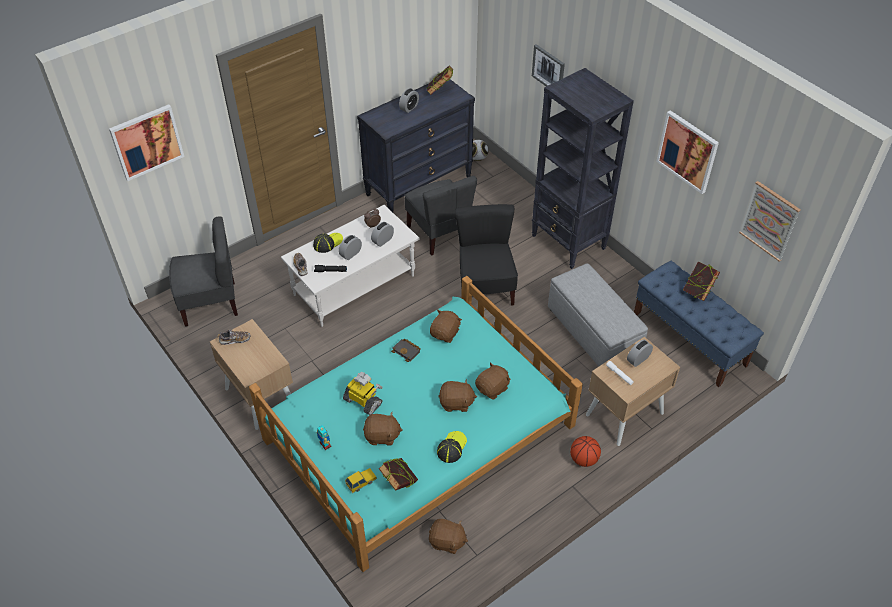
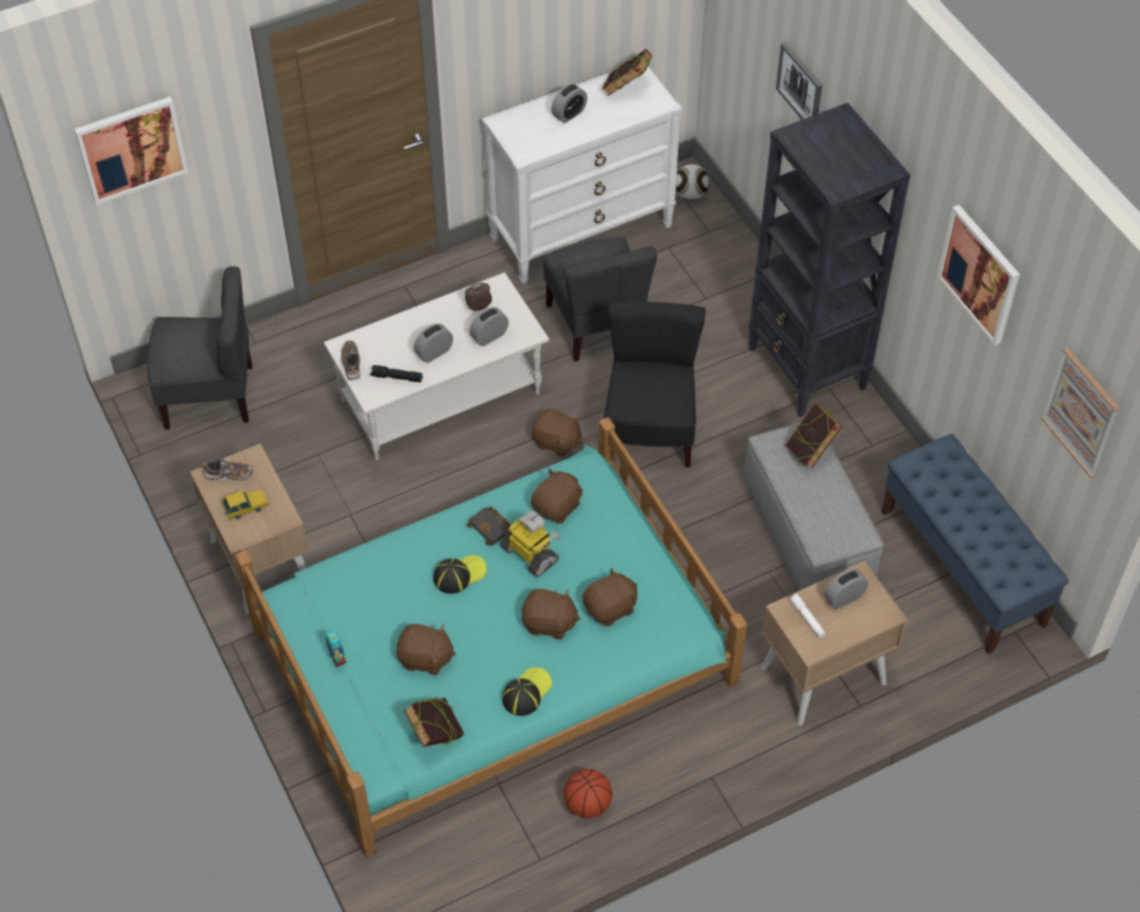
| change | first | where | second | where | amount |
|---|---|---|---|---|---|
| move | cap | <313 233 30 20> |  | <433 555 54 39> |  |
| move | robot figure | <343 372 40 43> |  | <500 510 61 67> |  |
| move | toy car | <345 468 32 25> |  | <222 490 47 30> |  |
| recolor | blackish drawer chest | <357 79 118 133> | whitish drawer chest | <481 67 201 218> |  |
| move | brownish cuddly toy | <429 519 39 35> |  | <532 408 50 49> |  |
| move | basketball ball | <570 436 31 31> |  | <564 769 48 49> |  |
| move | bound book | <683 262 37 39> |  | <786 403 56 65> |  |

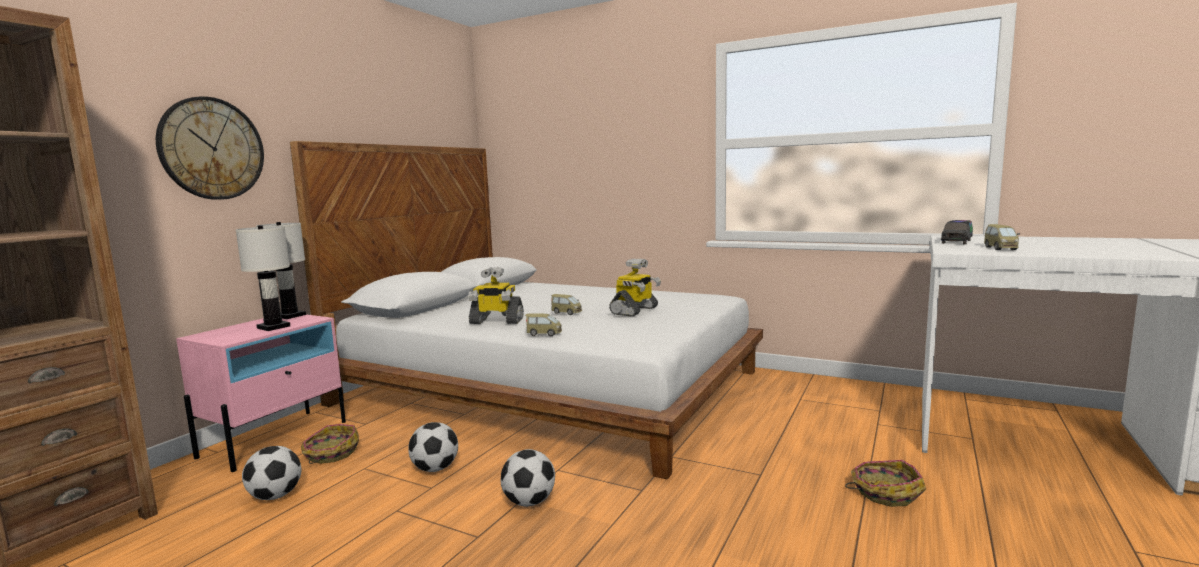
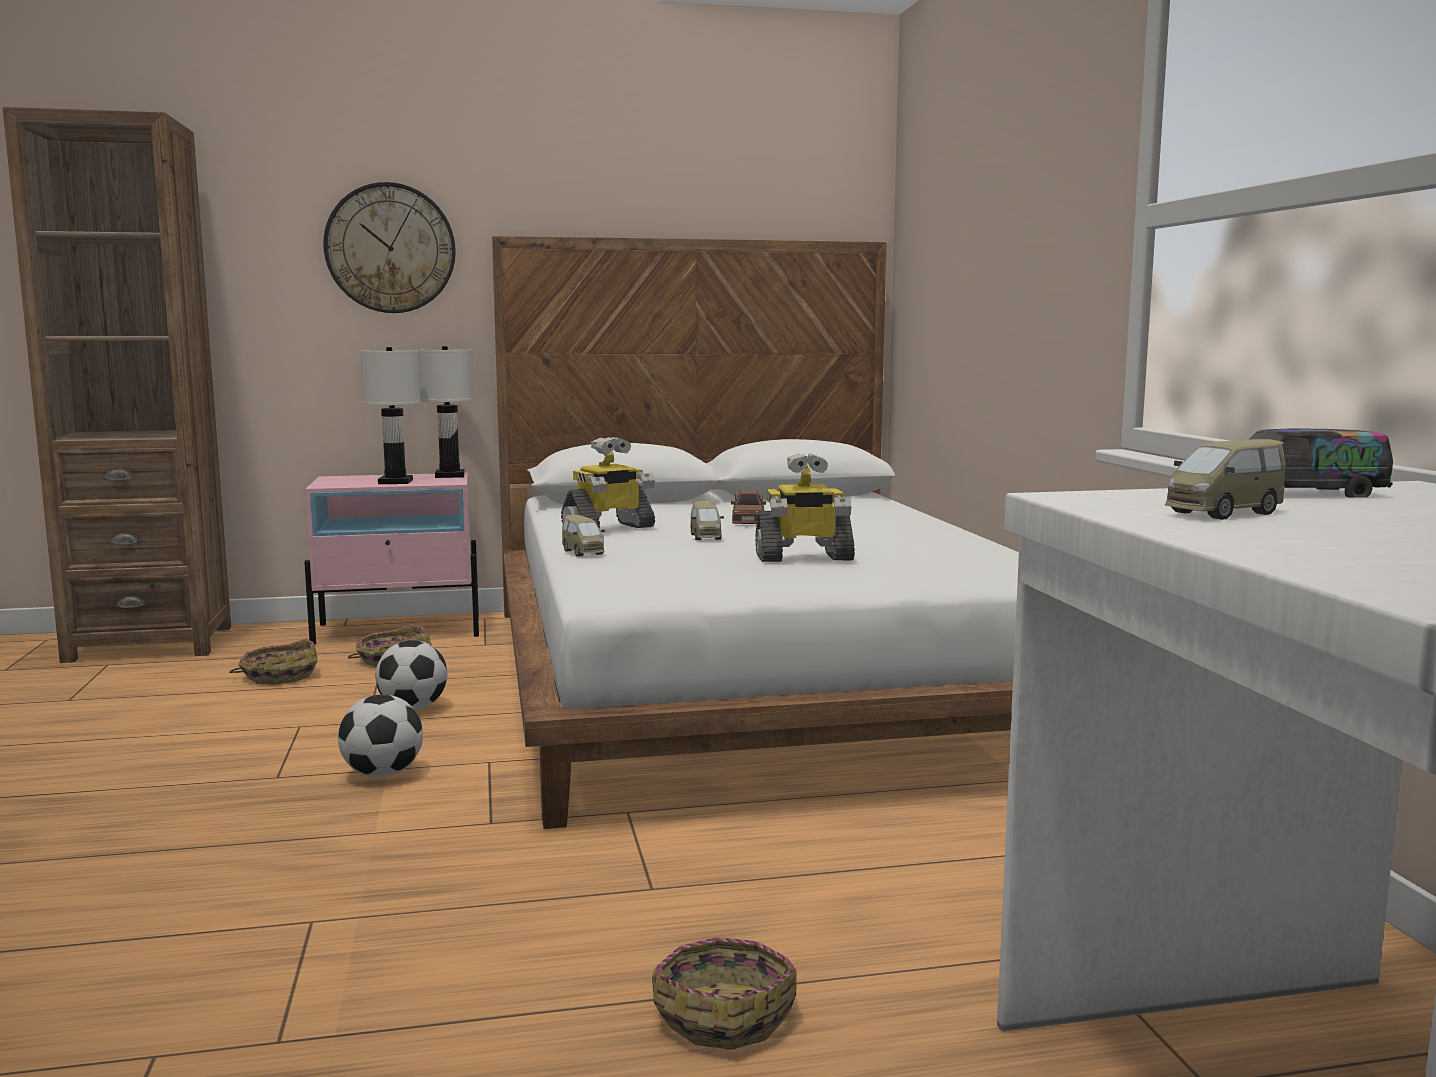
| change | first | where | second | where | amount |
|---|---|---|---|---|---|
| replace | football ball | <242 446 60 54> | storage basket | <229 639 88 46> |  |
| rotate | robot figure | <468 267 56 57> |  | <561 437 94 92> | 90 degrees counterclockwise |
| insert |  |  | brownish toy car | <731 491 35 33> |  |

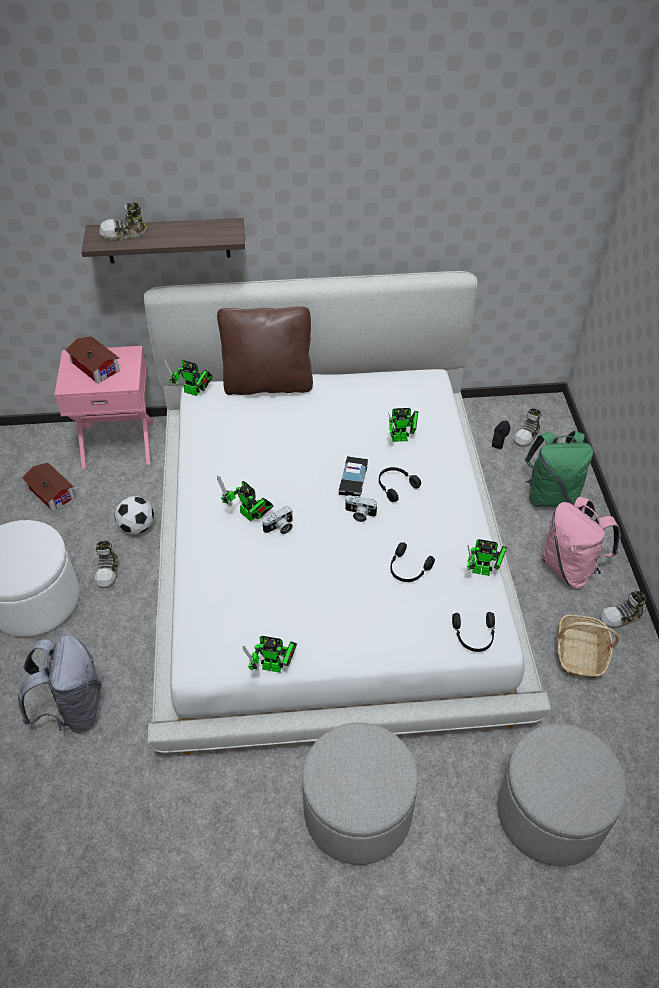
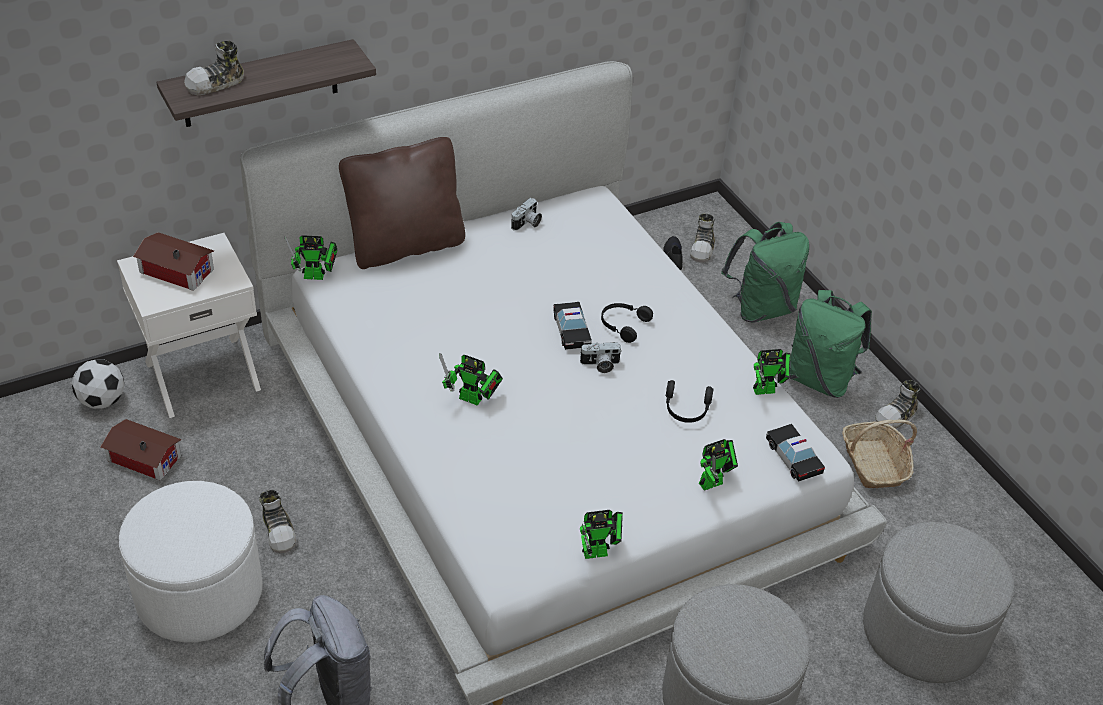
| change | first | where | second | where | amount |
|---|---|---|---|---|---|
| recolor | pink bedside table | <54 346 99 123> | whitish bedside table | <117 233 144 185> |  |
| move | football ball | <115 496 39 38> |  | <72 359 53 50> |  |
| move | photo camera | <262 506 31 28> |  | <511 198 31 33> |  |
| move | robot figure | <388 408 30 34> |  | <699 439 39 52> |  |
| replace | blackish headset | <452 612 43 40> | toy car | <766 424 59 58> |  |
| recolor | pink backpack | <542 497 78 91> | greenish backpack | <790 290 82 108> |  |

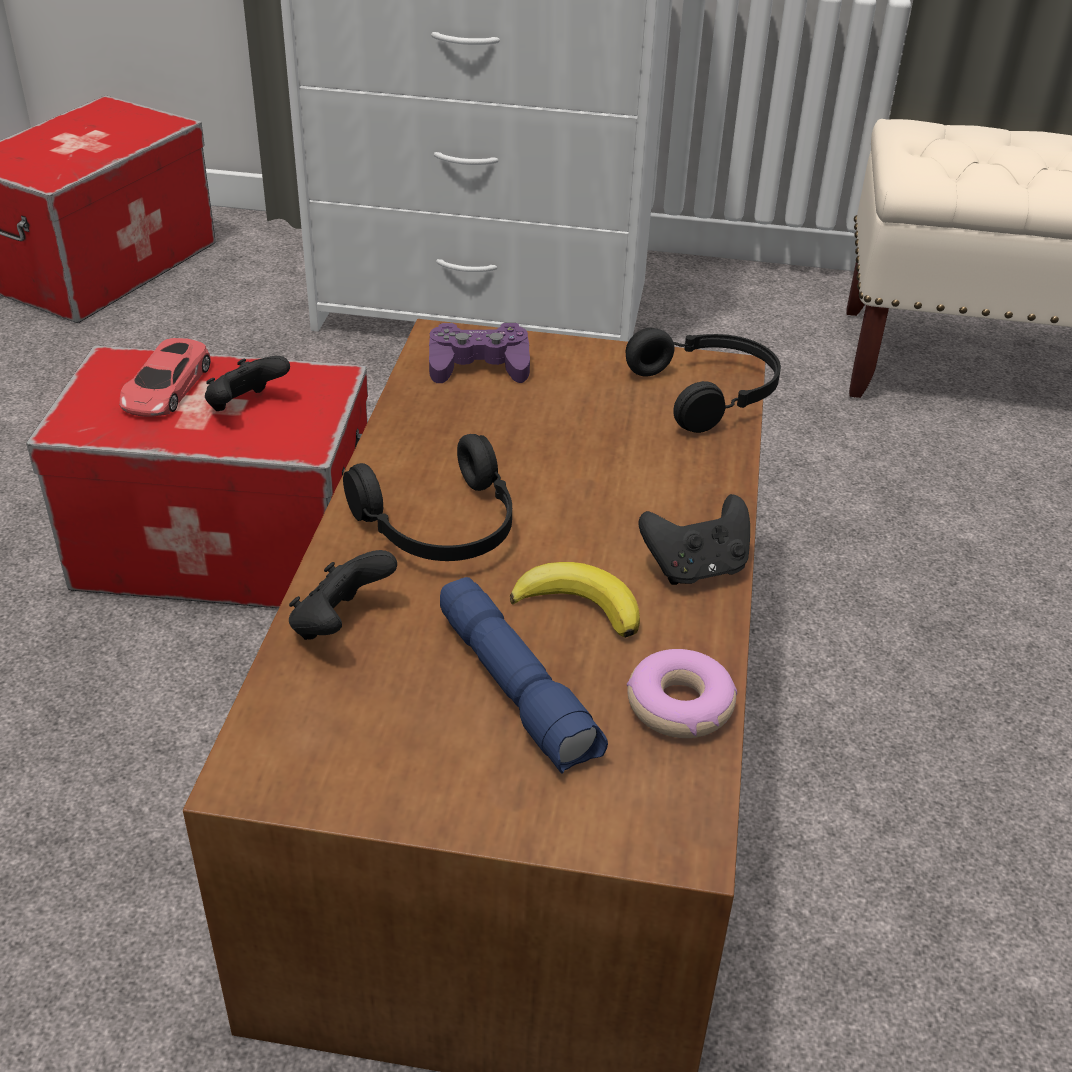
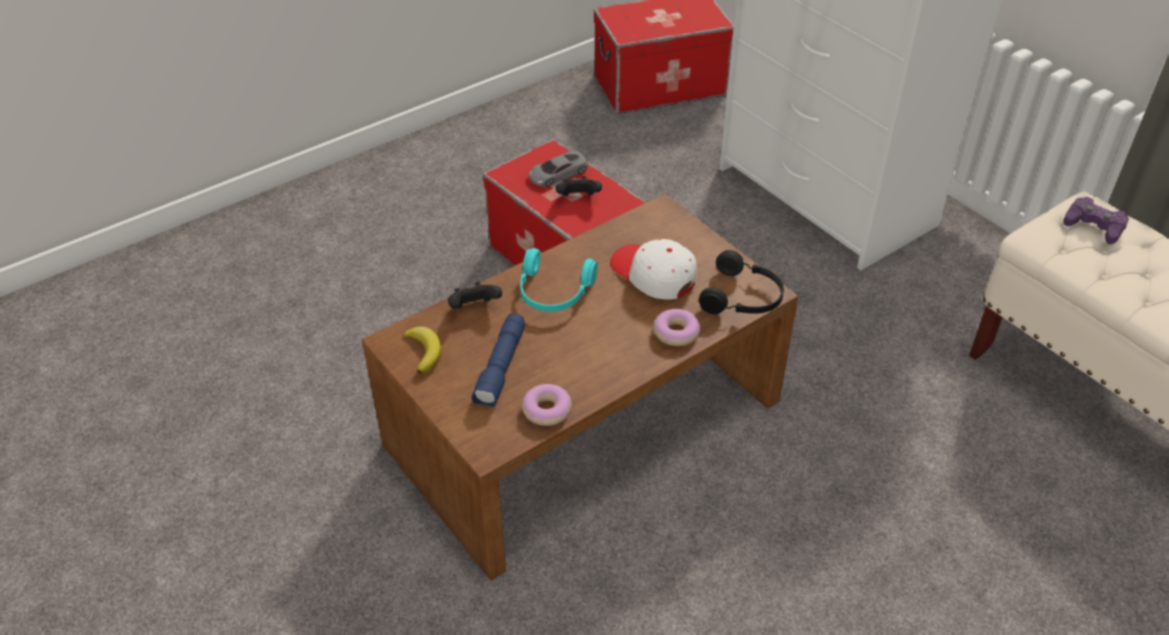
| change | first | where | second | where | amount |
|---|---|---|---|---|---|
| recolor | reddish toy car | <119 338 92 79> | greyish toy car | <528 150 60 37> |  |
| recolor | blackish headset | <343 434 169 127> | turquoise-coloured headset | <520 248 78 64> |  |
| move | purplish gamepad | <429 322 101 61> |  | <1063 197 66 47> |  |
| move | banana fruit | <510 562 130 76> |  | <403 326 39 48> |  |
| delete | blackish gamepad | <639 494 111 91> |  |  |  |
| insert |  |  | whitish cap | <610 239 87 60> |  |
| insert |  |  | donut | <654 309 46 37> |  |

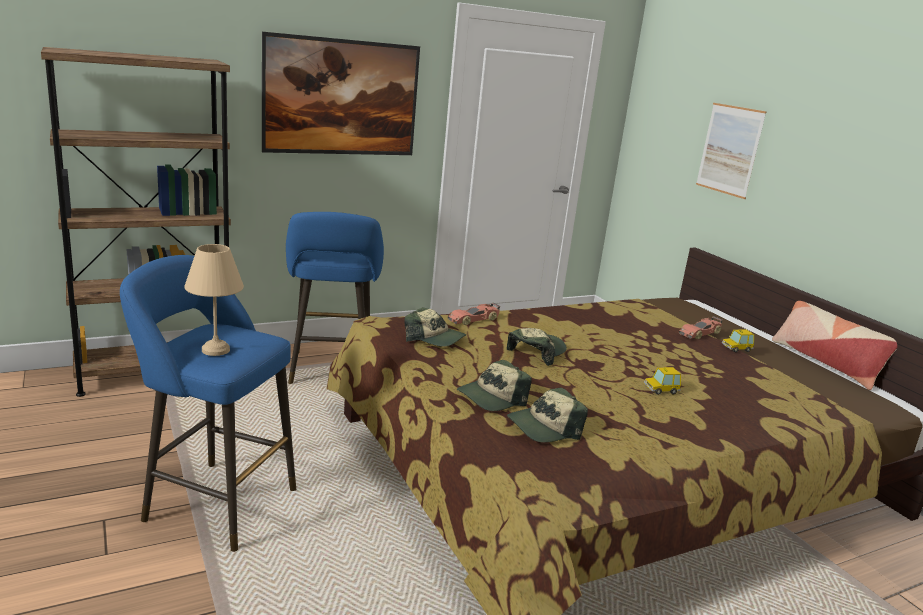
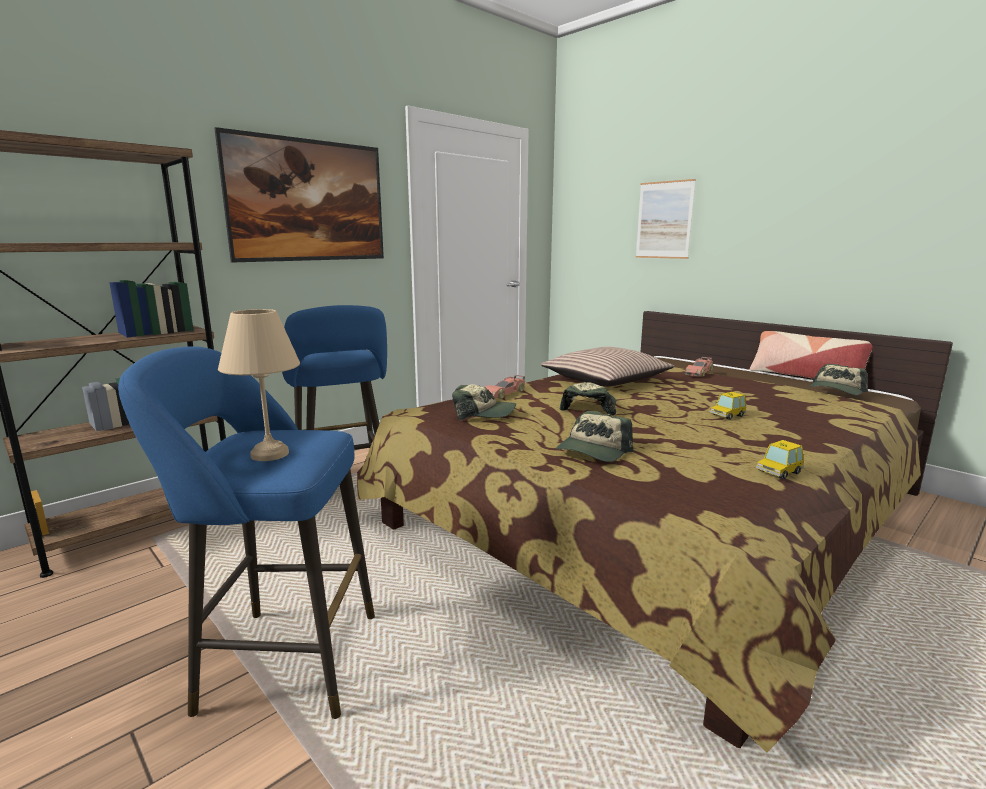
| change | first | where | second | where | amount |
|---|---|---|---|---|---|
| move | cap | <507 388 81 54> |  | <809 364 59 31> |  |
| move | toy car | <722 329 32 23> |  | <756 440 48 39> |  |
| insert |  |  | pillow | <541 347 134 40> |  |

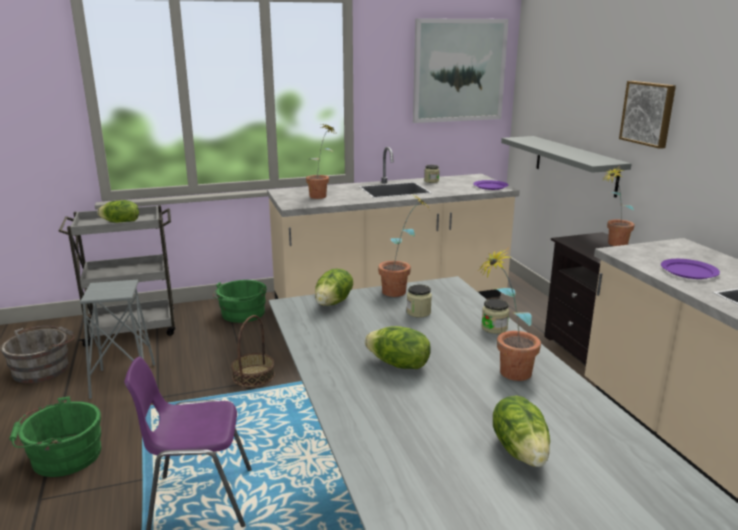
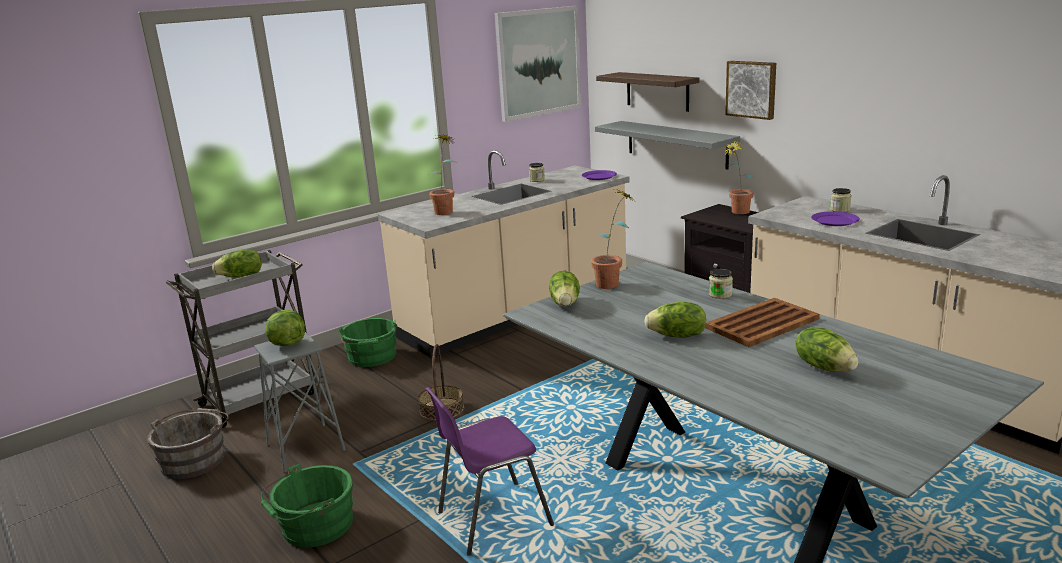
| change | first | where | second | where | amount |
|---|---|---|---|---|---|
| move | jar | <407 285 25 33> |  | <830 188 21 24> |  |
| replace | houseplant | <478 249 63 132> | brownish carrying tray | <705 298 115 49> |  |
| insert |  |  | lettuce head | <265 310 40 36> |  |
| insert |  |  | wall shelf | <596 72 103 40> |  |

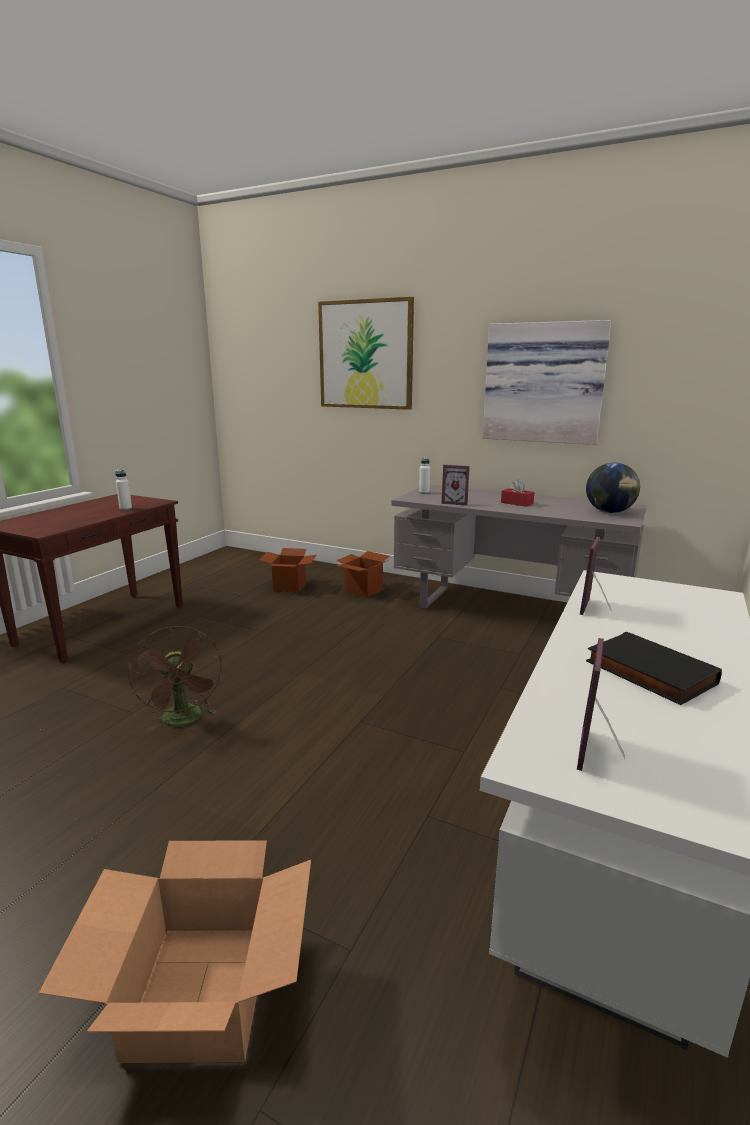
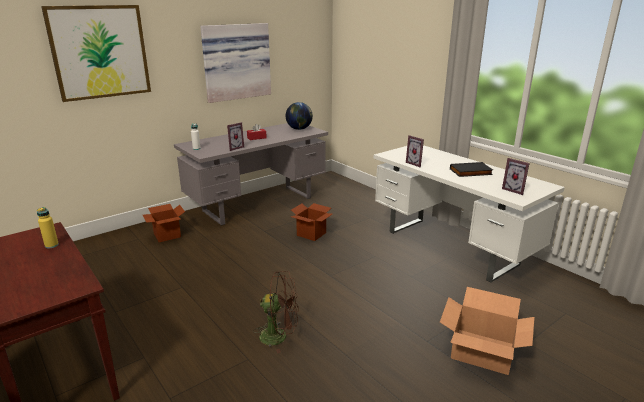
| change | first | where | second | where | amount |
|---|---|---|---|---|---|
| recolor | whitish beverage bottle | <115 469 17 41> | yellow-coloured beverage bottle | <37 207 22 41> |  |
| move | cardboard box | <259 548 58 44> |  | <291 203 41 38> |  |

